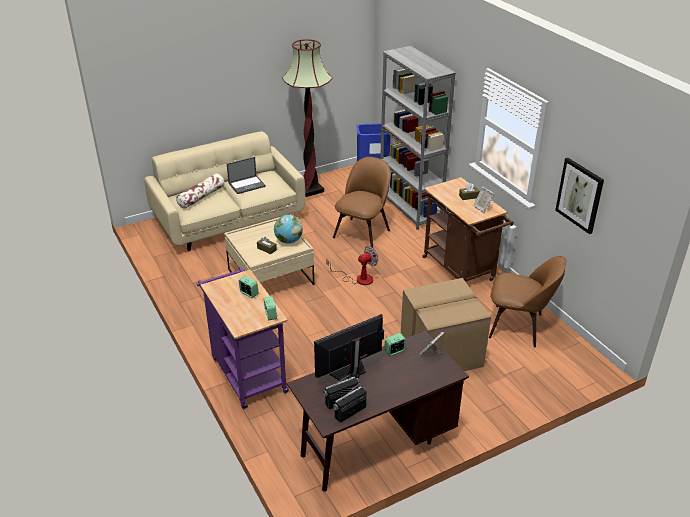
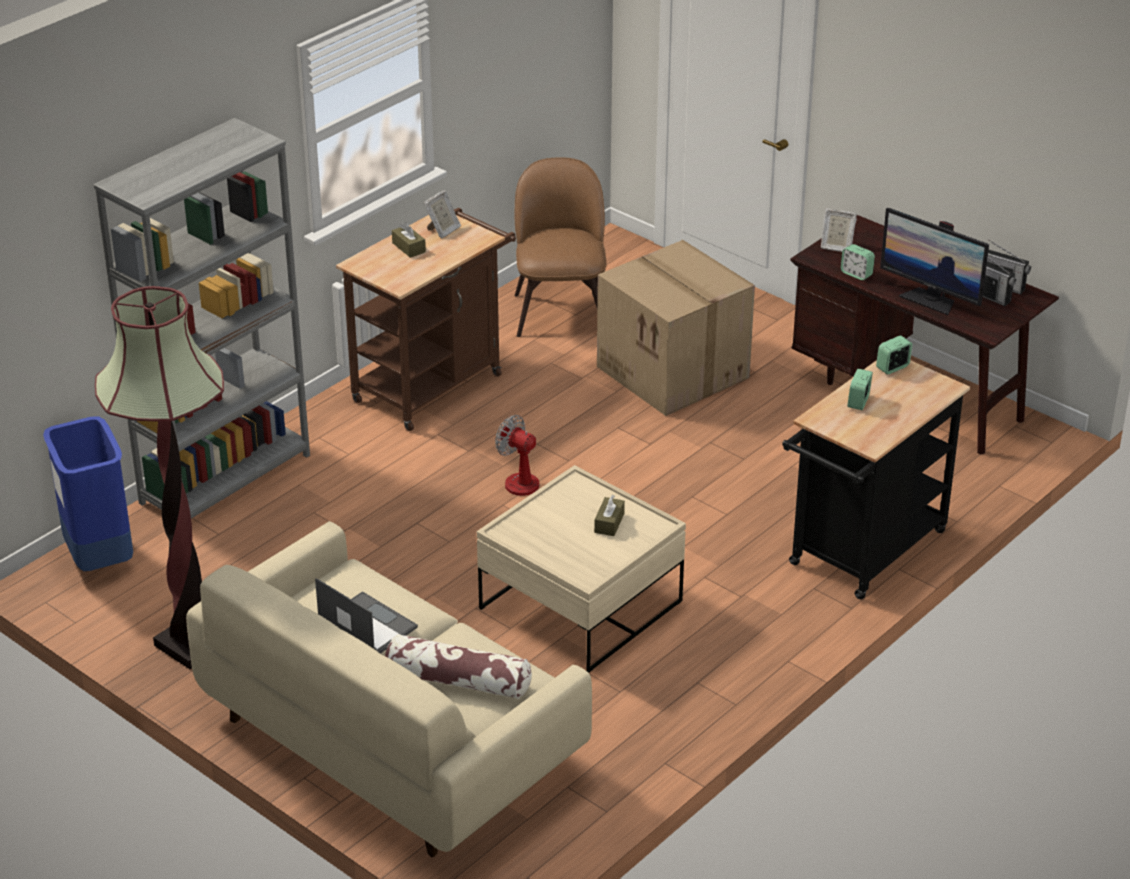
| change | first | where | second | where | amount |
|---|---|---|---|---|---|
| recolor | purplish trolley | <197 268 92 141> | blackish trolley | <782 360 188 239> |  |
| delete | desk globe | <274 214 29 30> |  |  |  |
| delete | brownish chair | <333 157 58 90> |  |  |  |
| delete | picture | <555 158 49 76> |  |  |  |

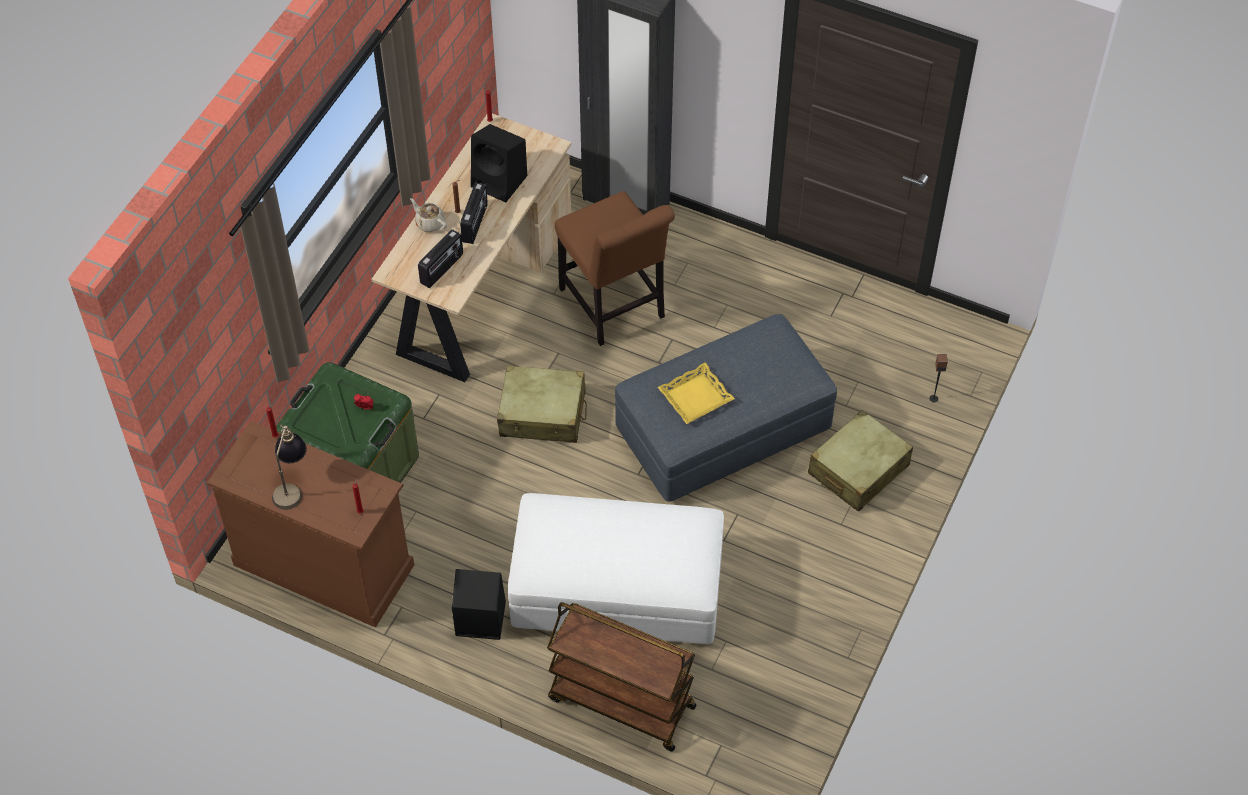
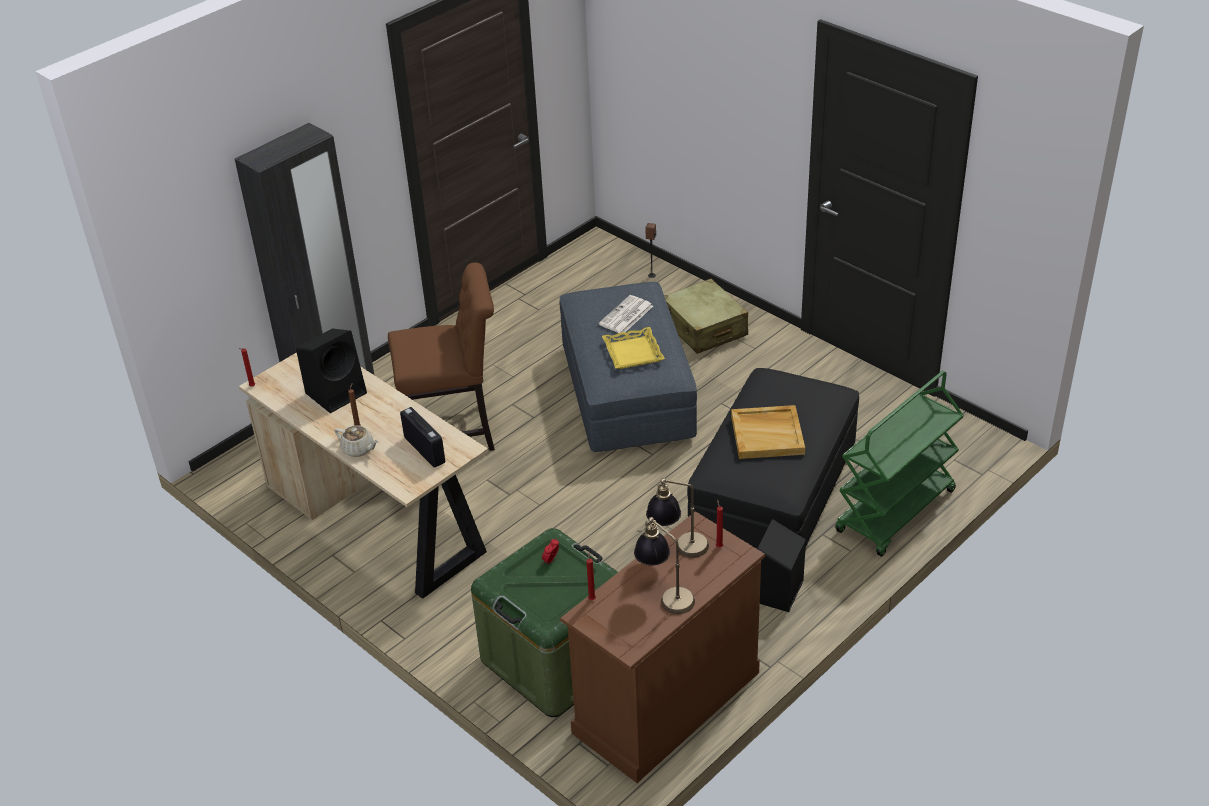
| change | first | where | second | where | amount |
|---|---|---|---|---|---|
| rotate | beige-coloured teapot | <410 198 37 34> |  | <335 425 44 32> | 120 degrees counterclockwise |
| delete | radio set | <460 183 28 61> |  |  |  |
| delete | beige-coloured suitcase | <497 366 90 77> |  |  |  |
| recolor | whitish footrest | <508 493 216 151> | blackish footrest | <687 368 172 181> |  |
| recolor | brownish trolley | <547 602 150 150> | greenish trolley | <835 371 129 186> |  |
| insert |  |  | printed paper | <599 295 54 38> |  |
| insert |  |  | tabletop lamp | <646 478 63 80> |  |
| insert |  |  | beige-coloured carrying tray | <731 405 74 54> |  |

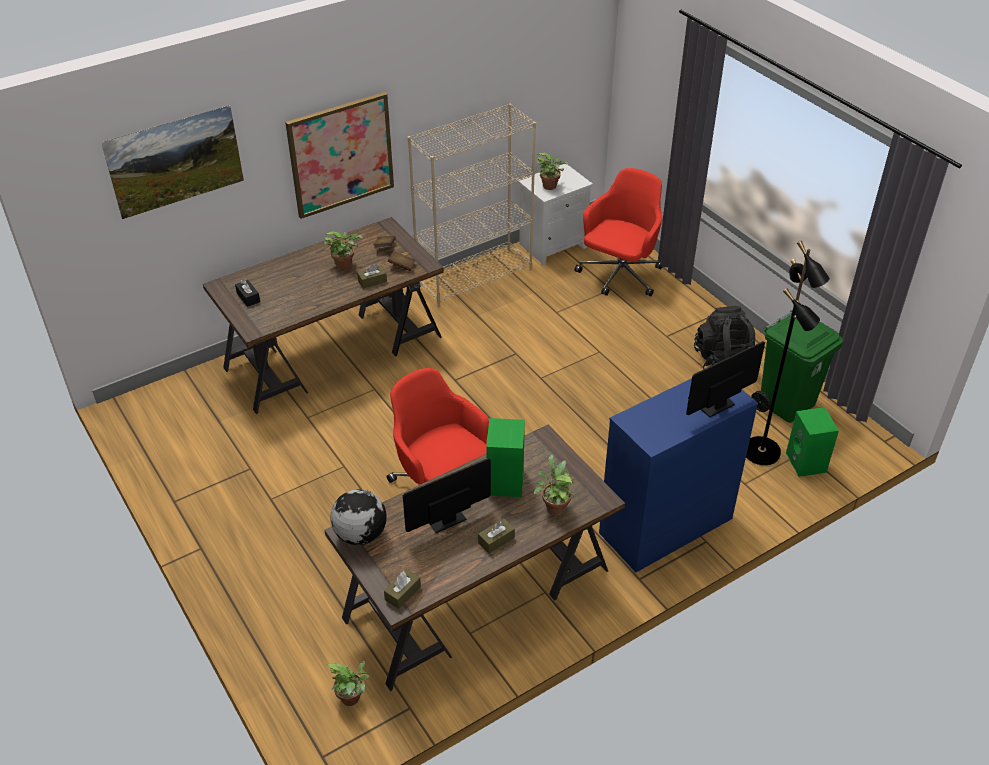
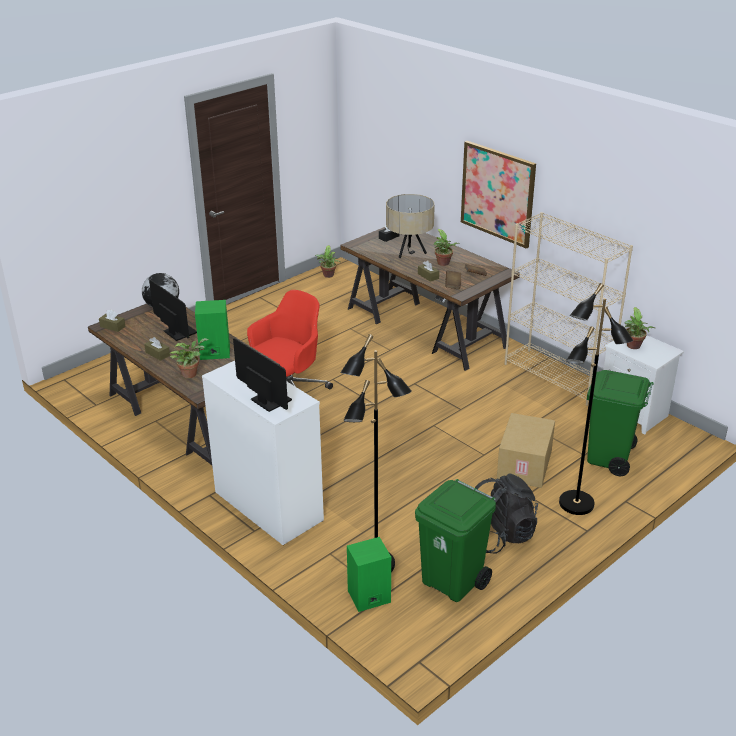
| change | first | where | second | where | amount |
|---|---|---|---|---|---|
| delete | picture | <101 105 143 114> |  |  |  |
| move | houseplant | <326 661 44 45> |  | <315 245 25 33> |  |
| replace | reddish computer chair | <574 168 89 128> | greenish rubbish bin | <587 370 67 106> |  |
| recolor | blue-coloured drawer chest | <599 378 159 194> | whitish drawer chest | <202 361 122 184> |  |
| insert |  |  | beige-coloured tabletop lamp | <386 194 49 64> |  |
| insert |  |  | cardboard box | <497 413 58 75> |  |
| insert |  |  | blackish standing lamp | <559 283 74 232> |  |

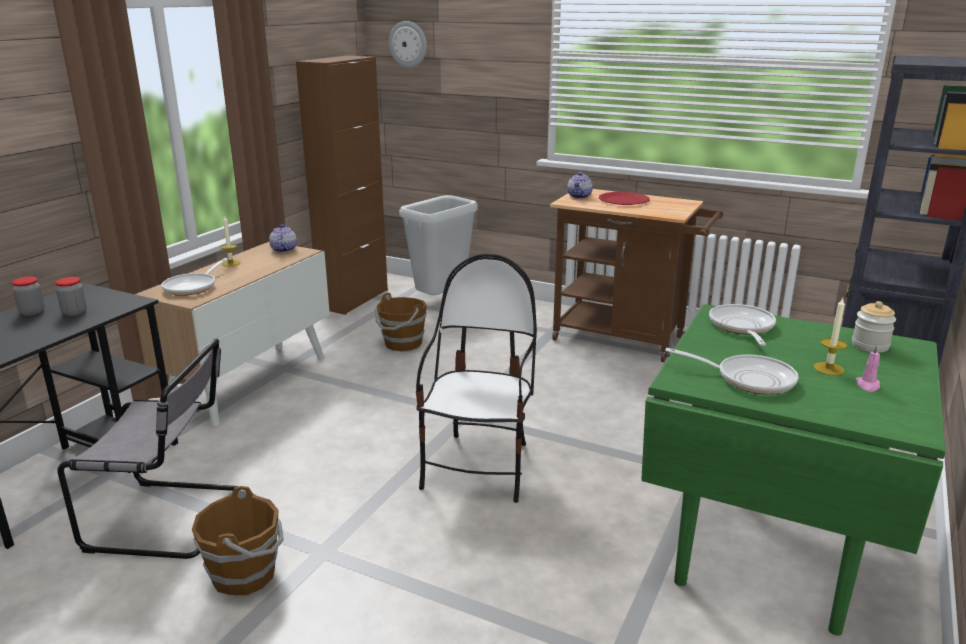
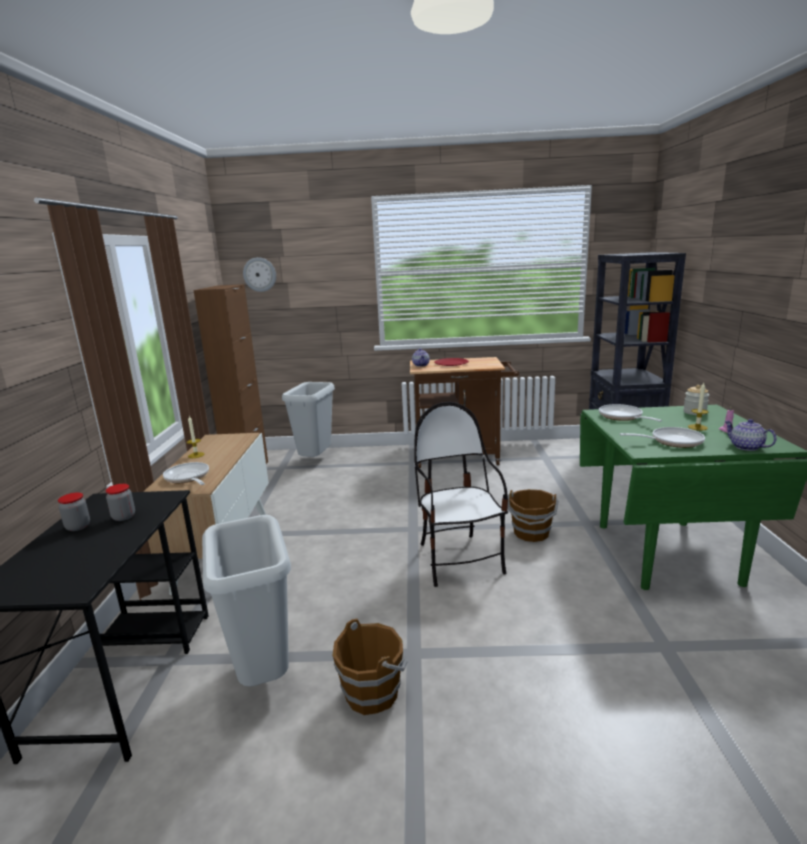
| change | first | where | second | where | amount |
|---|---|---|---|---|---|
| replace | greyish chair | <57 338 183 221> | greyish rubbish bin | <202 515 89 172> |  |
| rotate | frying pan | <162 258 66 38> |  | <163 462 46 23> | 150 degrees clockwise |
| move | teapot | <269 224 28 29> |  | <724 419 53 32> |  |
| move | brownish bucket | <375 293 52 58> |  | <507 489 51 53> |  |

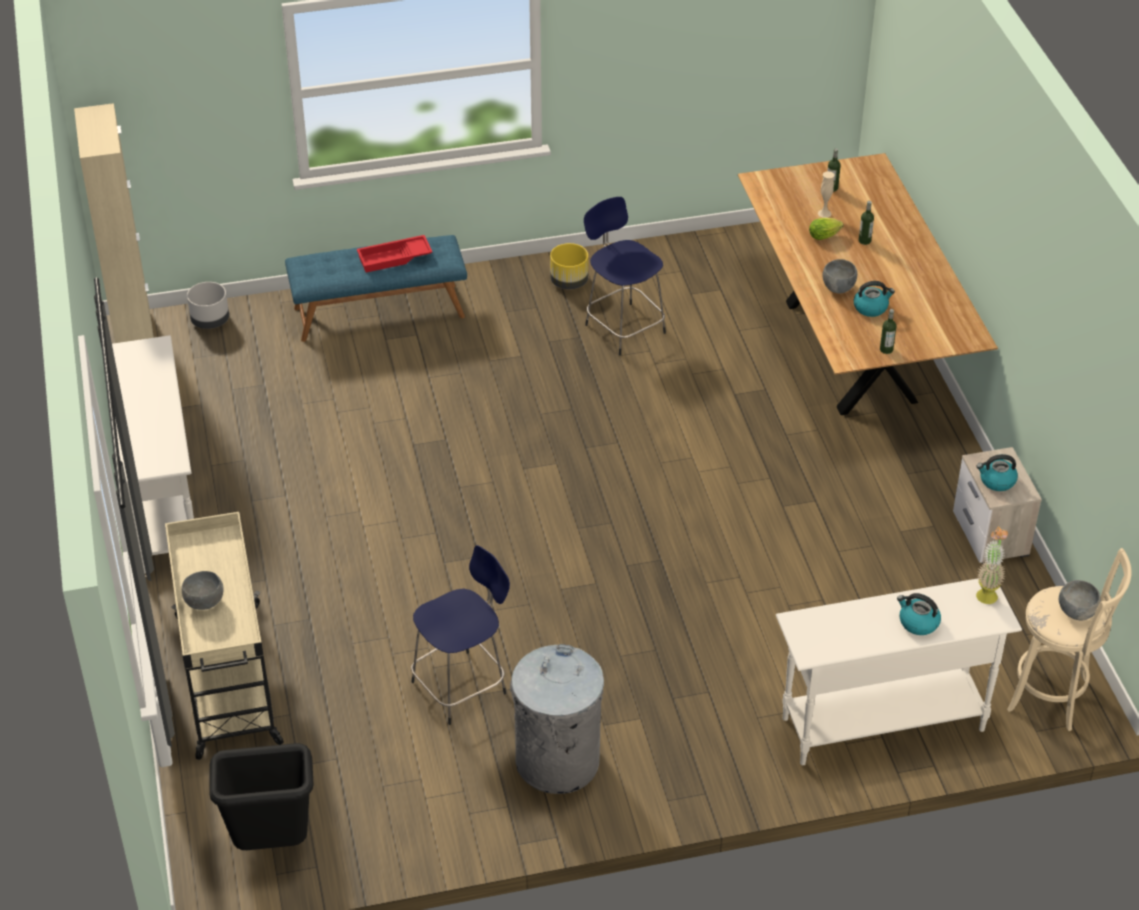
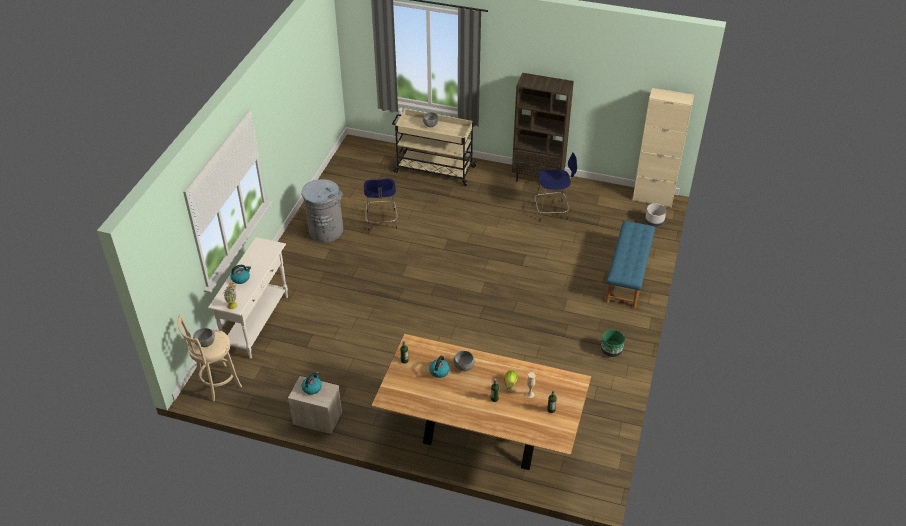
| change | first | where | second | where | amount |
|---|---|---|---|---|---|
| replace | whitish narrow table | <112 335 82 239> | brownish bookcase | <512 73 62 109> |  |
| delete | blackish rubbish bin | <209 743 105 107> |  |  |  |
| delete | reddish carrying tray | <357 235 75 38> |  |  |  |
| recolor | yellow-coloured planter | <550 243 38 46> | greenish planter | <601 330 24 27> |  |
| move | blue-coloured stool seat | <584 197 82 158> |  | <535 152 42 69> |  |

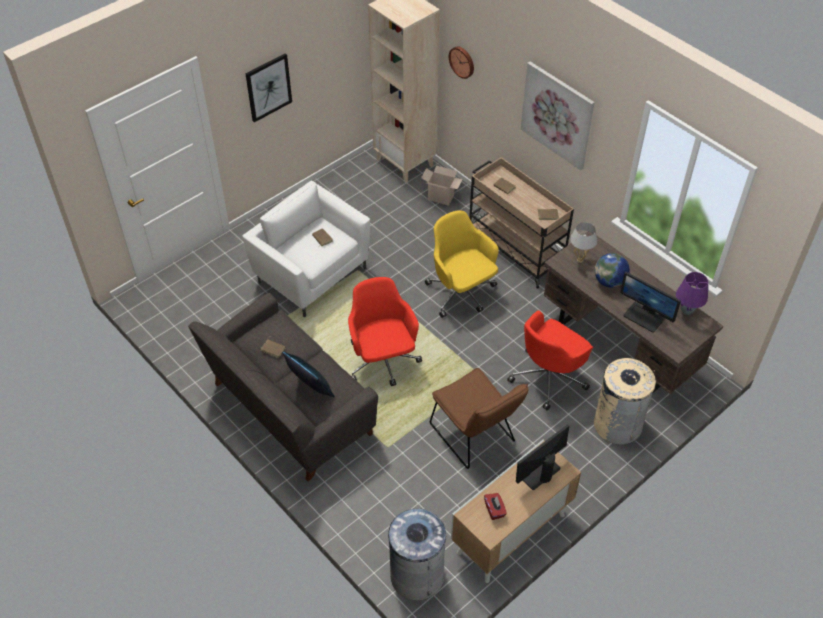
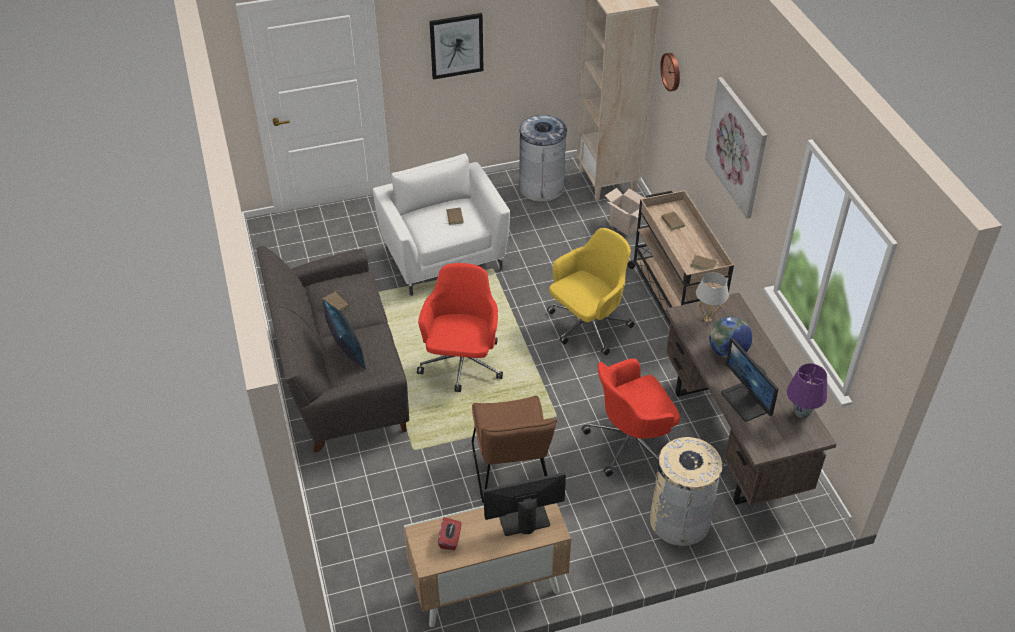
| change | first | where | second | where | amount |
|---|---|---|---|---|---|
| move | greyish rubbish bin | <388 509 58 92> |  | <519 115 50 87> |  |
| rotate | yellow-coloured computer chair | <425 210 74 108> |  | <547 228 87 127> | 60 degrees clockwise |

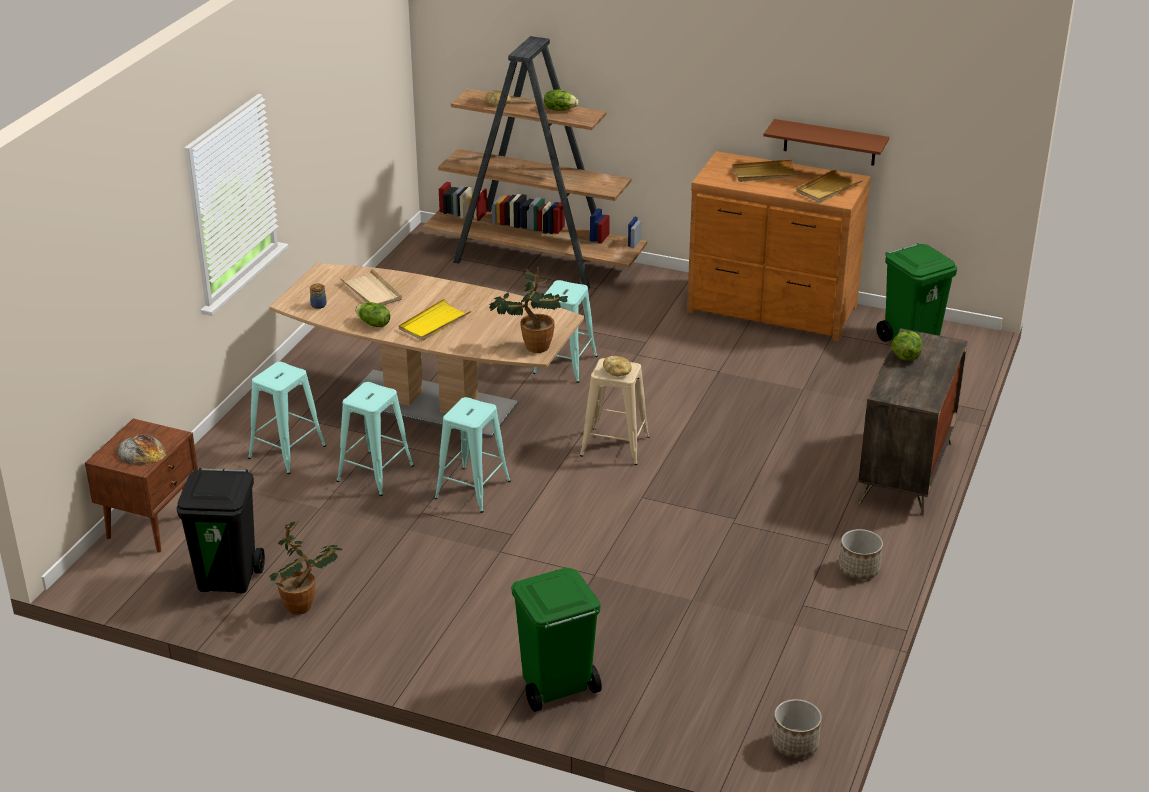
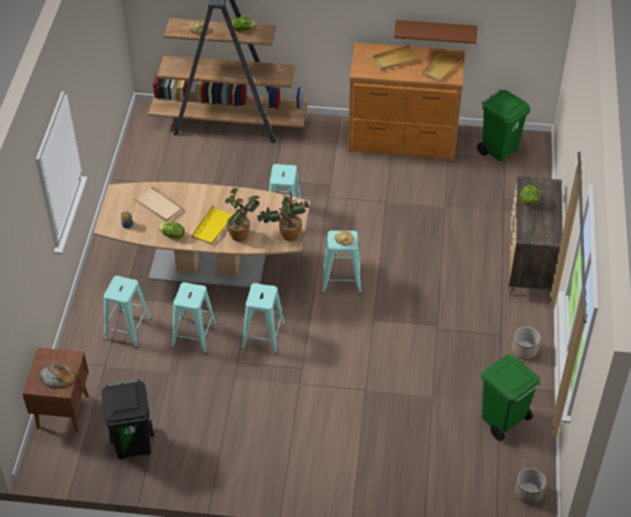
| change | first | where | second | where | amount |
|---|---|---|---|---|---|
| move | houseplant | <269 520 73 95> |  | <225 187 35 55> |  |
| move | greenish rubbish bin | <511 568 91 144> |  | <481 355 60 86> |  |
| recolor | beige-coloured stool seat | <580 358 70 107> | turquoise-coloured stool seat | <322 230 39 64> |  |

